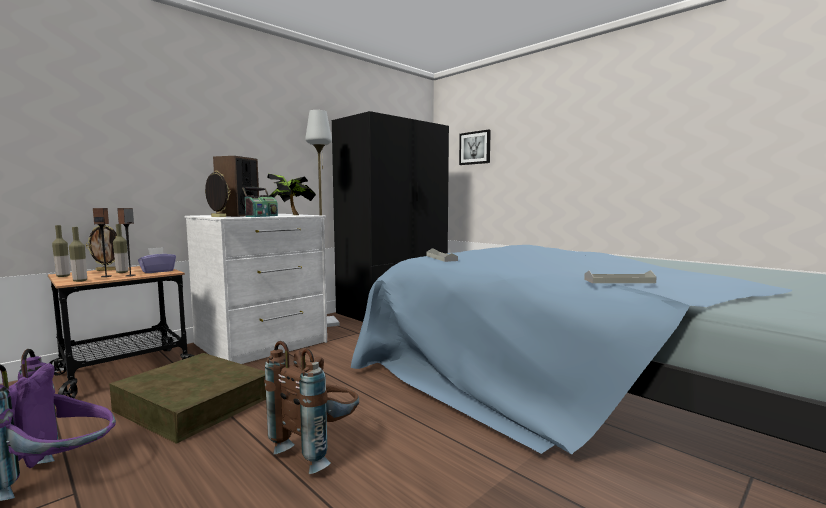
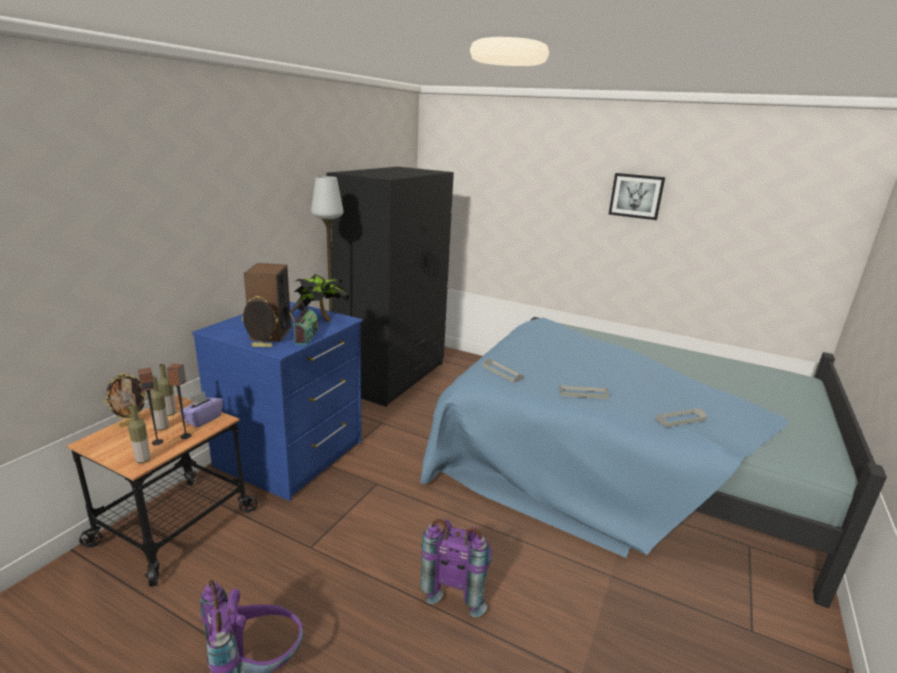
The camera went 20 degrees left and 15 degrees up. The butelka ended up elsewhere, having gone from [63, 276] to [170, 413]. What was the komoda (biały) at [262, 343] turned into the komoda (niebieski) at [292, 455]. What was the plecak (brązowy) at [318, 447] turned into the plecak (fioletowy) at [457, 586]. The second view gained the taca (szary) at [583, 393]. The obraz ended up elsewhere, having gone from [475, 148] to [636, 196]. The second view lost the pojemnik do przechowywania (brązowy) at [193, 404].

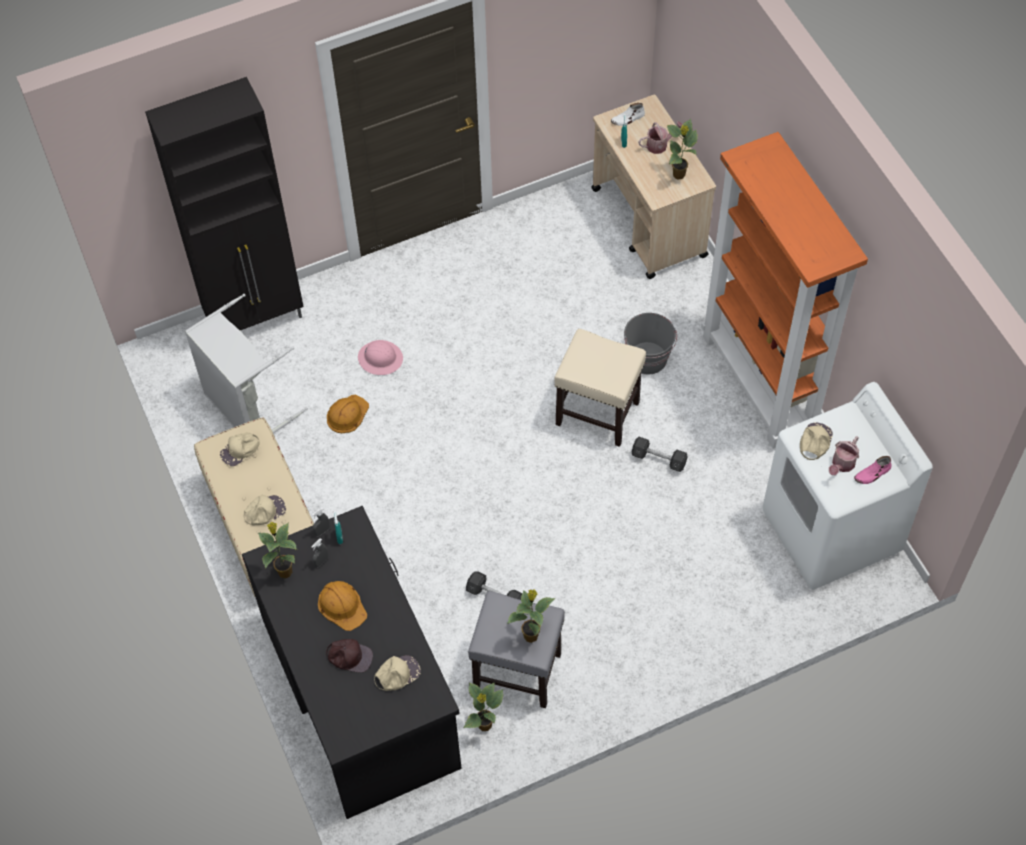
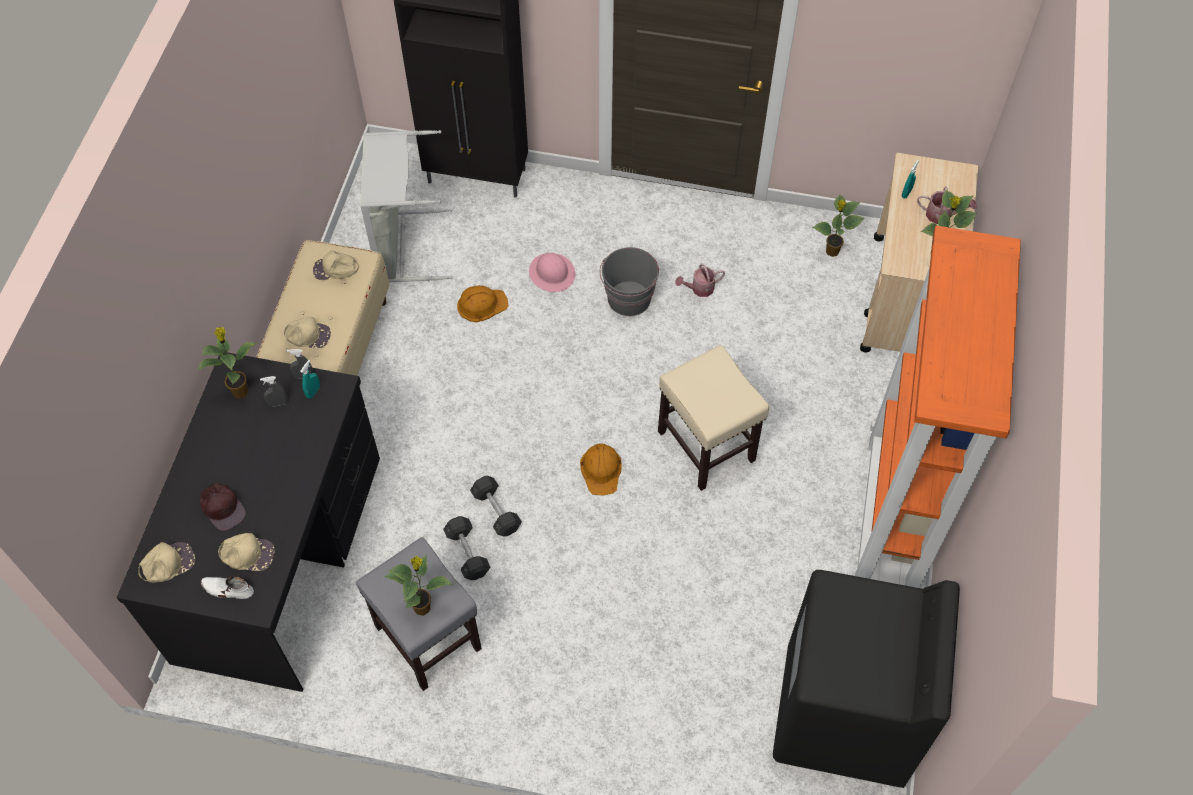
The camera went 35 degrees right and 0 degrees up. The czapka z daszkiem (beżowy) ended up elsewhere, having gone from [815, 442] to [167, 563]. The but (biały) ended up elsewhere, having gone from [628, 119] to [227, 589]. The hantel (szary) ended up elsewhere, having gone from [658, 459] to [496, 511]. The kask (pomarańczowy) ended up elsewhere, having gone from [342, 605] to [601, 470]. The wiadro (szary) ended up elsewhere, having gone from [648, 358] to [629, 299]. The konewka ended up elsewhere, having gone from [842, 464] to [699, 289]. What was the pralka (biały) at [831, 532] turned into the pralka (czarny) at [843, 716]. The roślina doniczkowa ended up elsewhere, having gone from [485, 726] to [831, 252]. The second view lost the but (różowy) at [872, 474].

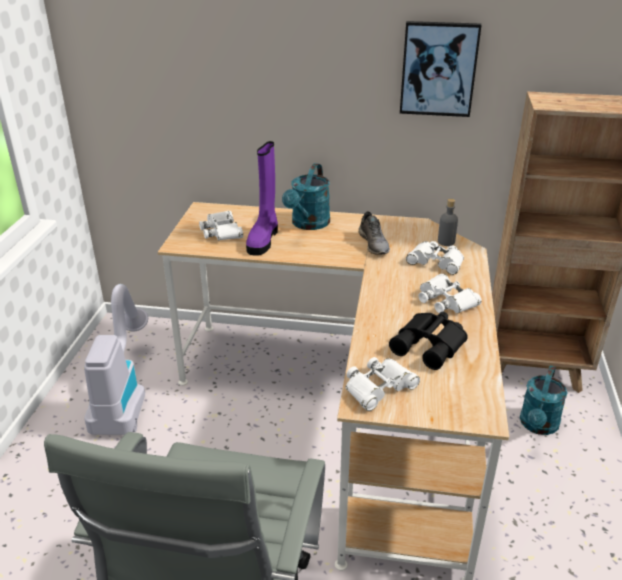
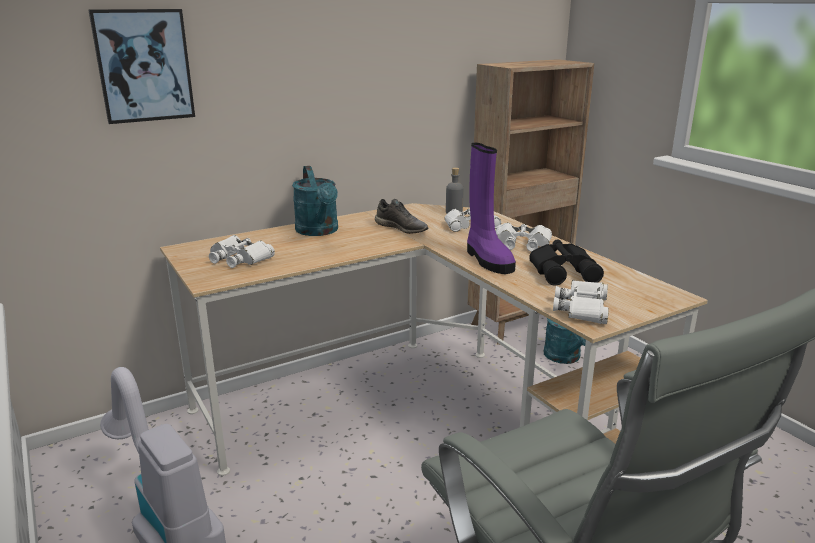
The camera went 40 degrees left and 10 degrees down. The obraz ended up elsewhere, having gone from [438, 69] to [144, 65]. The but z cholewką (fioletowy) ended up elsewhere, having gone from [263, 239] to [487, 260].

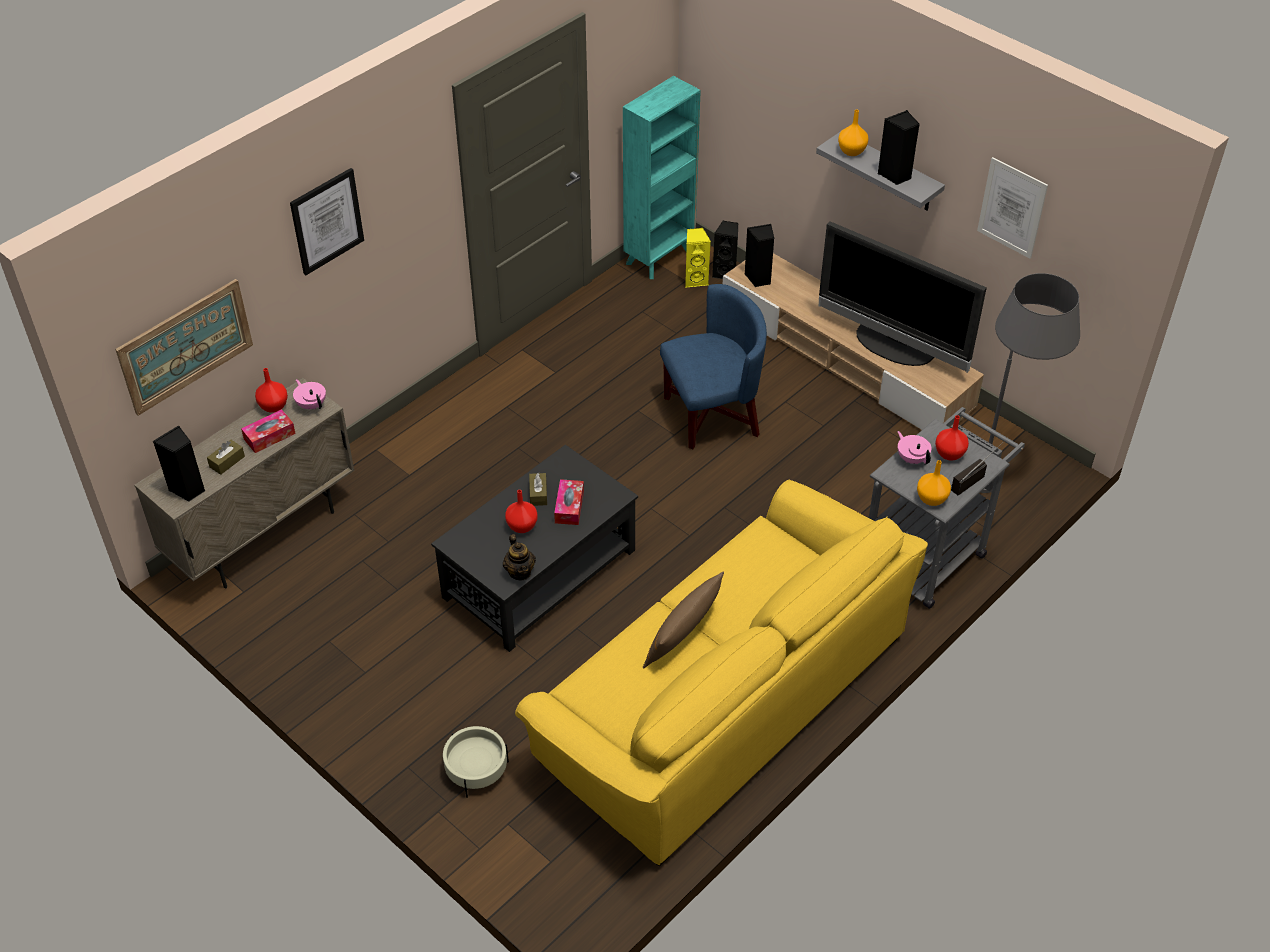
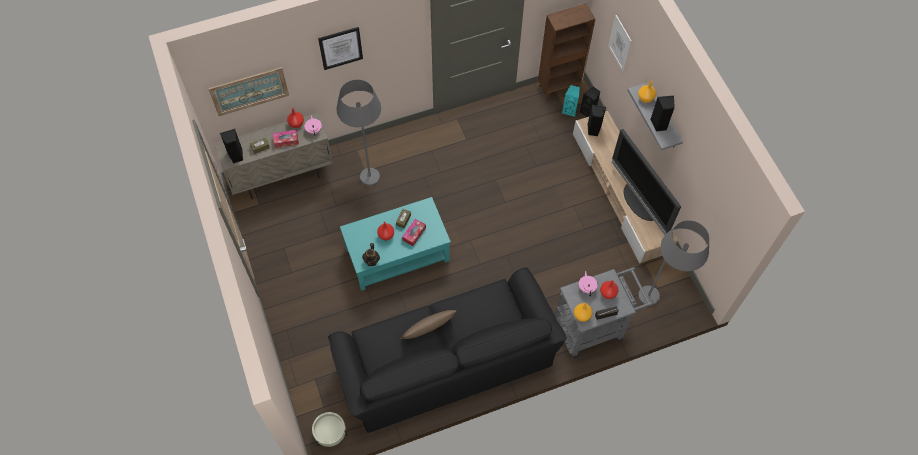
The camera went 25 degrees right and 15 degrees up. The donica (beżowy) ended up elsewhere, having gone from [476, 769] to [330, 432]. What was the kanapa (żółty) at [721, 698] turned into the kanapa (czarny) at [445, 360]. The second view gained the lampa stojąca (szary) at [367, 168]. What was the ława (czarny) at [538, 574] turned into the ława (turkusowy) at [396, 254]. What was the regał (turkusowy) at [660, 257] turned into the regał (brązowy) at [559, 88]. What was the głośnik (żółty) at [695, 280] turned into the głośnik (turkusowy) at [570, 110]. The obraz ended up elsewhere, having gone from [1012, 208] to [620, 43]. The second view lost the fotel (niebieski) at [712, 415].

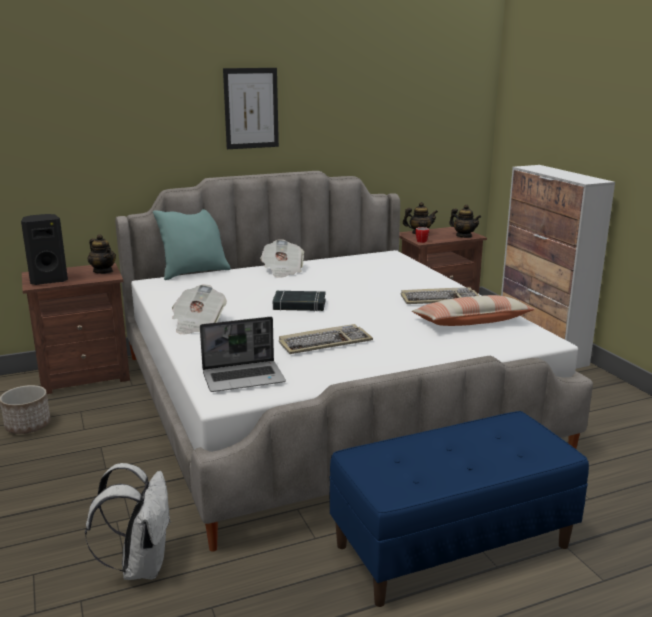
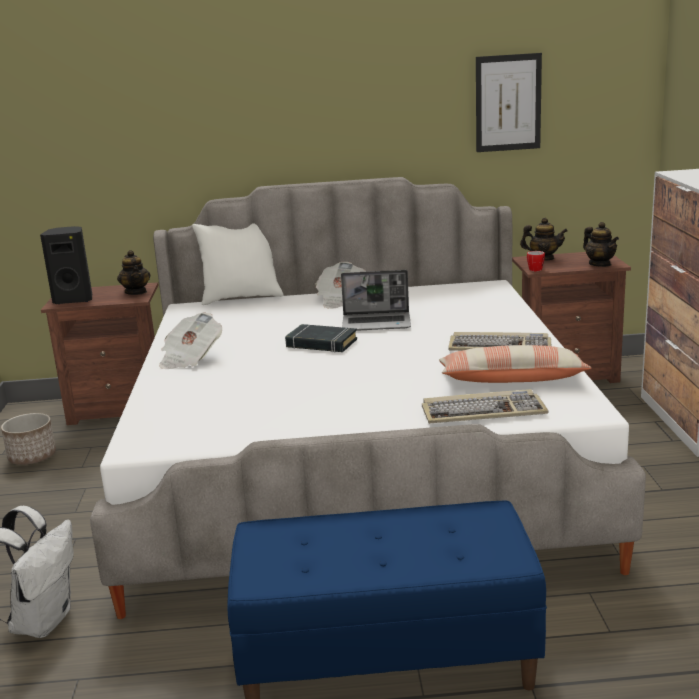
The camera went 20 degrees right and 0 degrees up. What was the poduszka (turkusowy) at [194, 272] turned into the poduszka (biały) at [241, 297]. The laptop ended up elsewhere, having gone from [244, 378] to [377, 323]. The klawiatura ended up elsewhere, having gone from [325, 342] to [483, 411]. The obraz ended up elsewhere, having gone from [251, 108] to [508, 103].

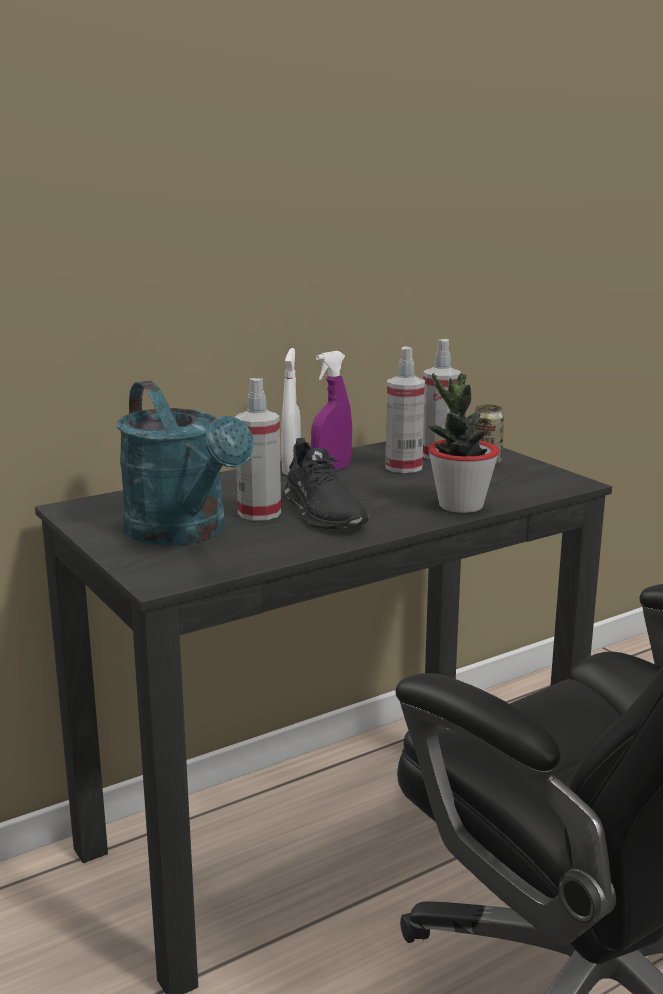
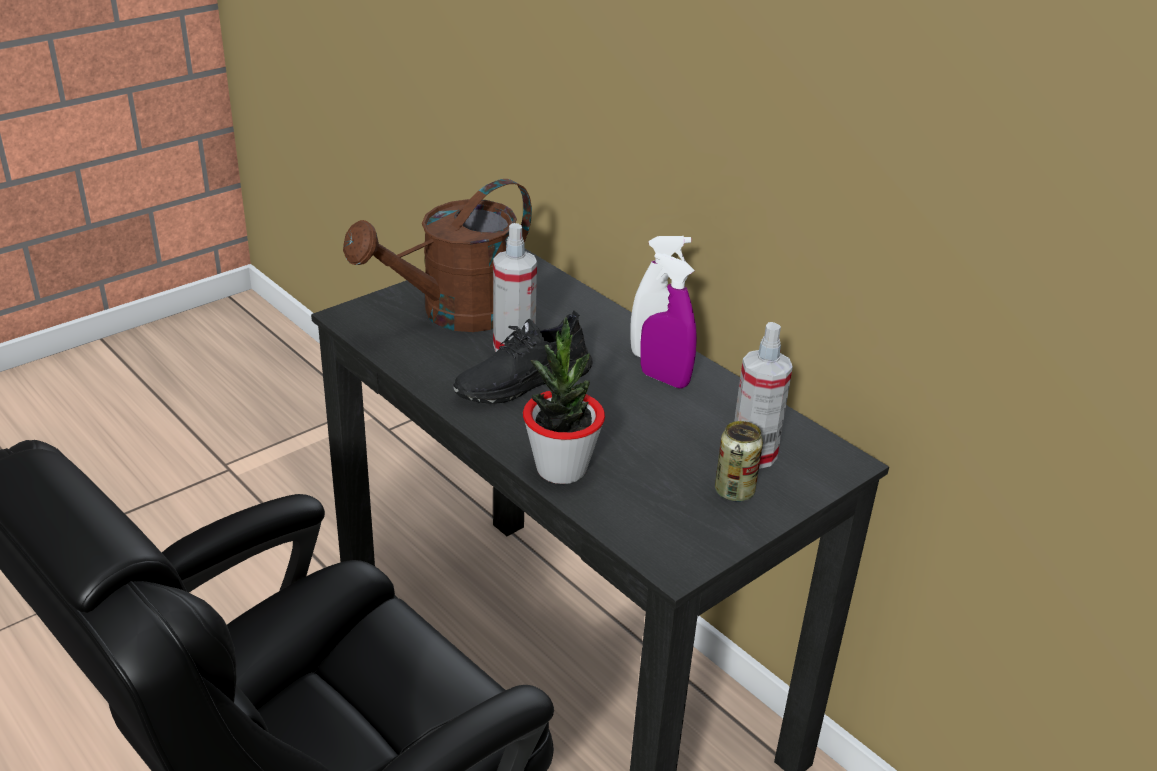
The camera went 80 degrees right and 15 degrees up. What was the konewka (turkusowy) at [184, 533] turned into the konewka (brązowy) at [455, 314]. The second view lost the spryskiwacz at [404, 467].

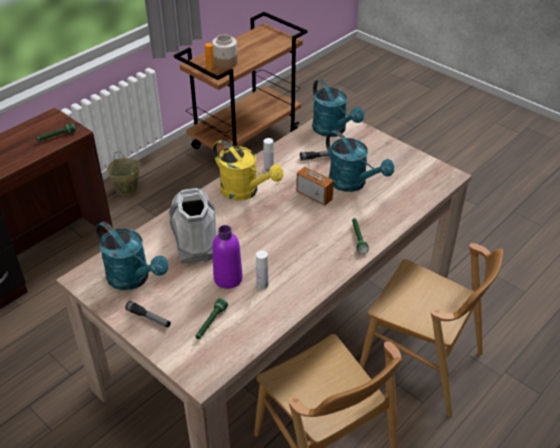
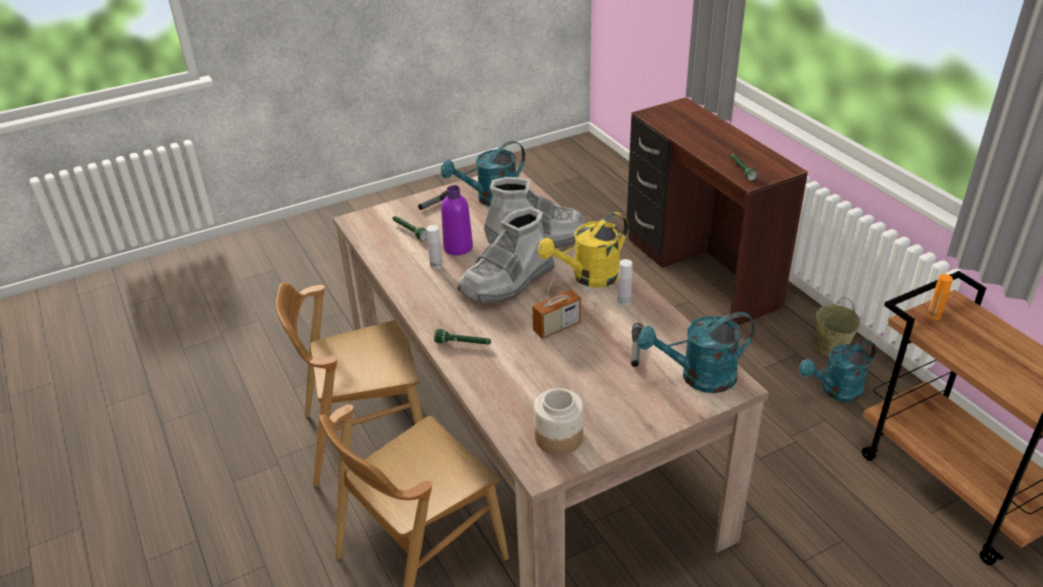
The camera went 110 degrees right and 5 degrees down. The second view gained the but z cholewką (szary) at [507, 282]. The słoik ended up elsewhere, having gone from [225, 62] to [558, 437]. The konewka (turkusowy) ended up elsewhere, having gone from [353, 184] to [835, 391].

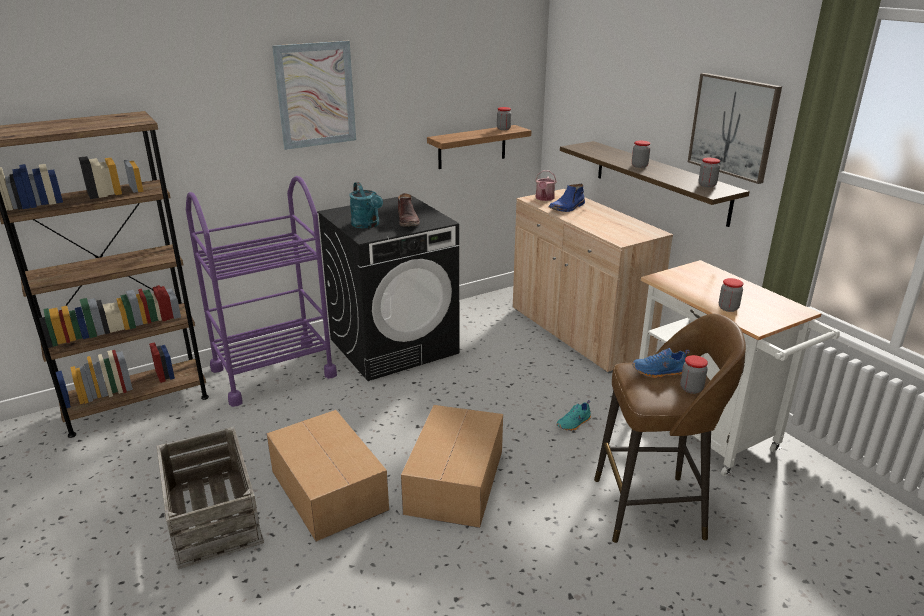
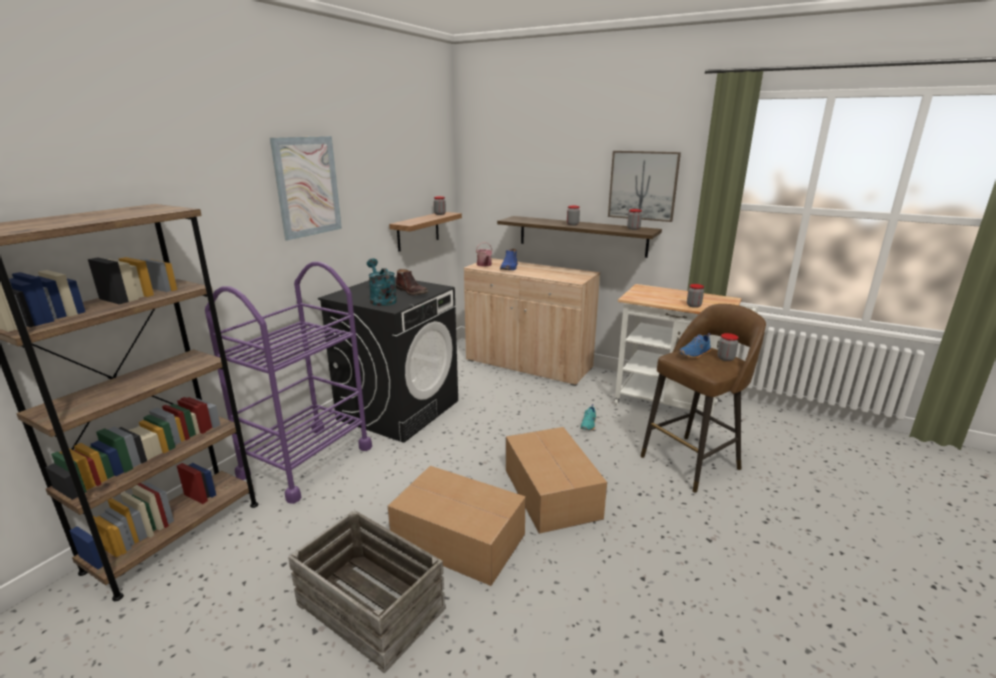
The camera went 30 degrees left and 5 degrees down. The konewka (turkusowy) at [367, 225] ended up facing another way, 150 degrees counterclockwise from before.

